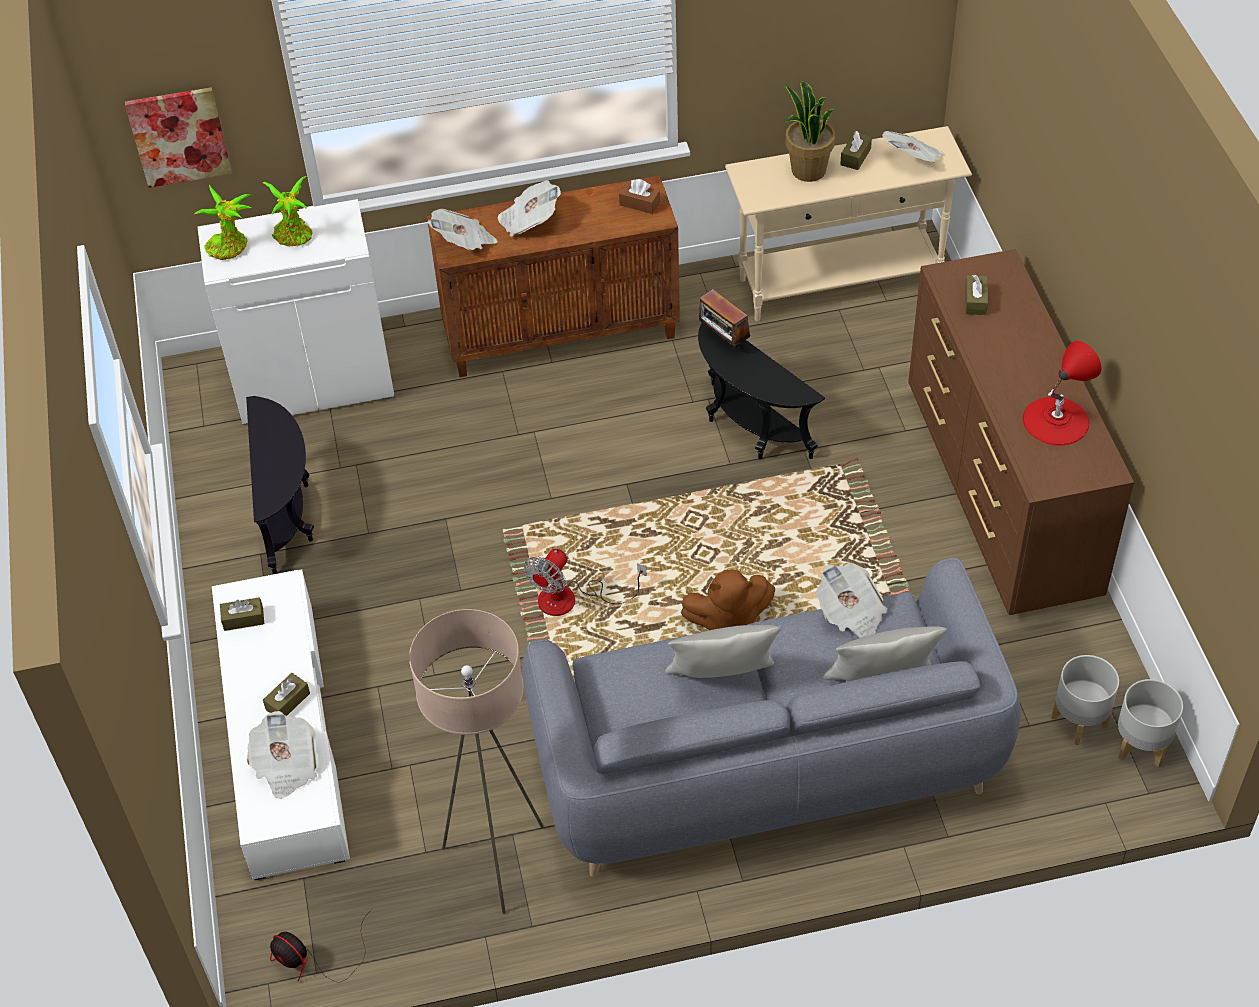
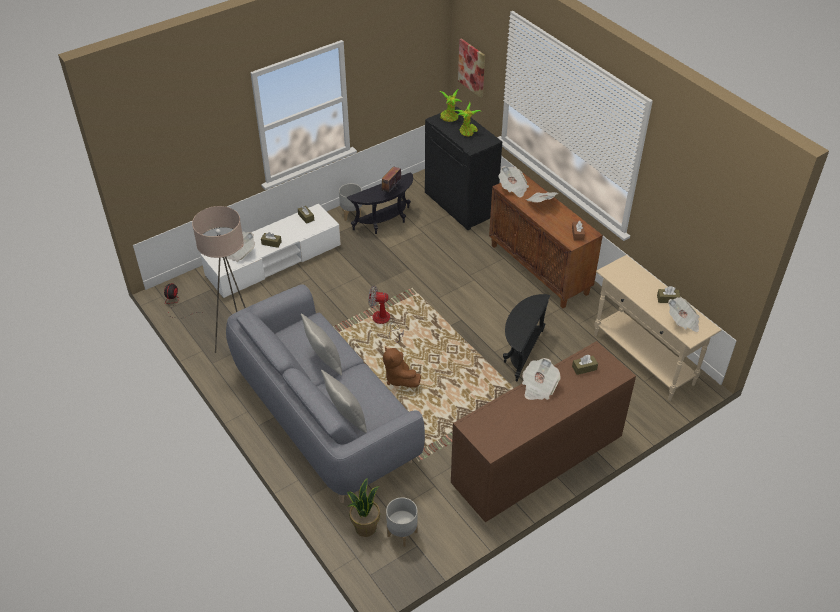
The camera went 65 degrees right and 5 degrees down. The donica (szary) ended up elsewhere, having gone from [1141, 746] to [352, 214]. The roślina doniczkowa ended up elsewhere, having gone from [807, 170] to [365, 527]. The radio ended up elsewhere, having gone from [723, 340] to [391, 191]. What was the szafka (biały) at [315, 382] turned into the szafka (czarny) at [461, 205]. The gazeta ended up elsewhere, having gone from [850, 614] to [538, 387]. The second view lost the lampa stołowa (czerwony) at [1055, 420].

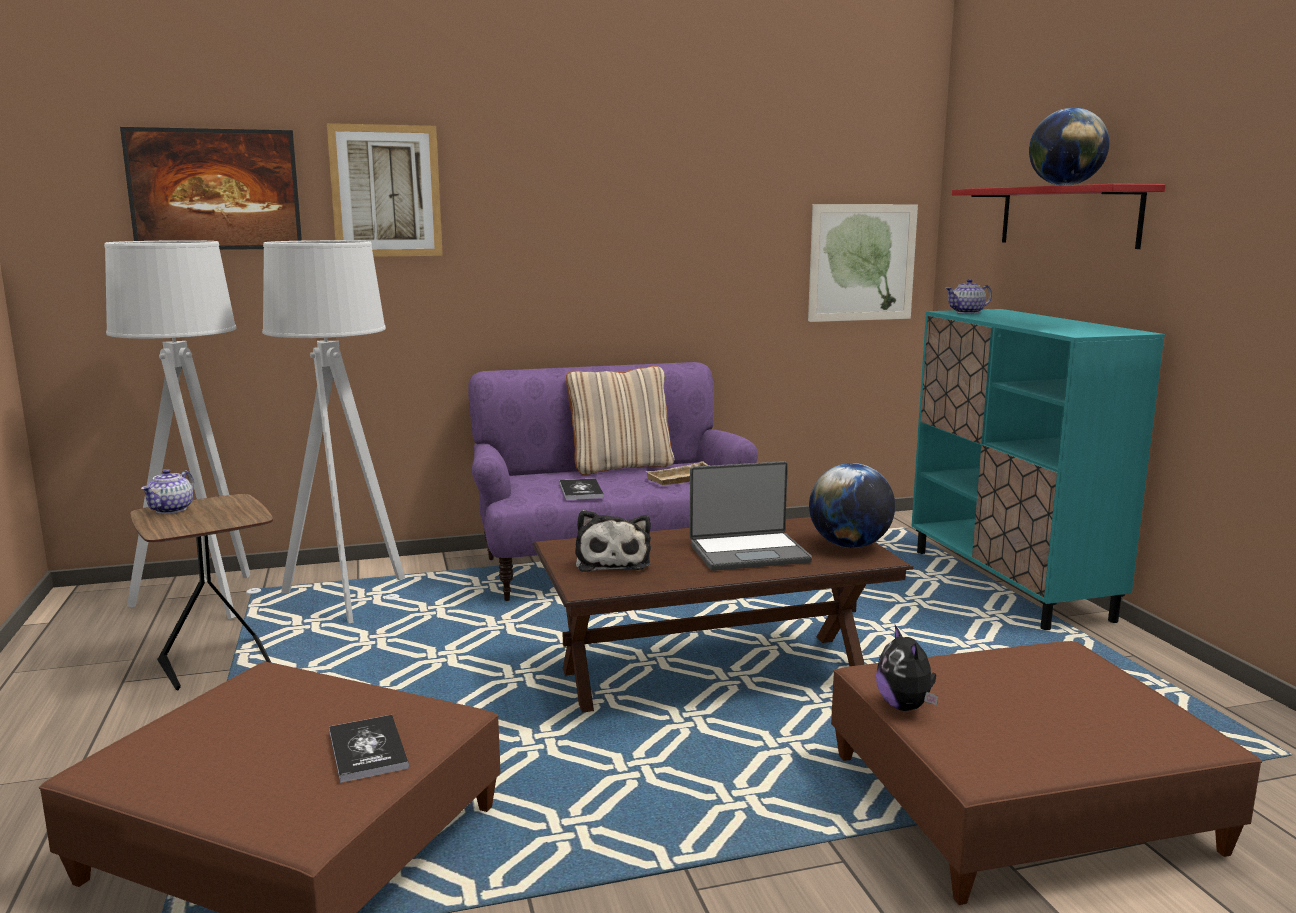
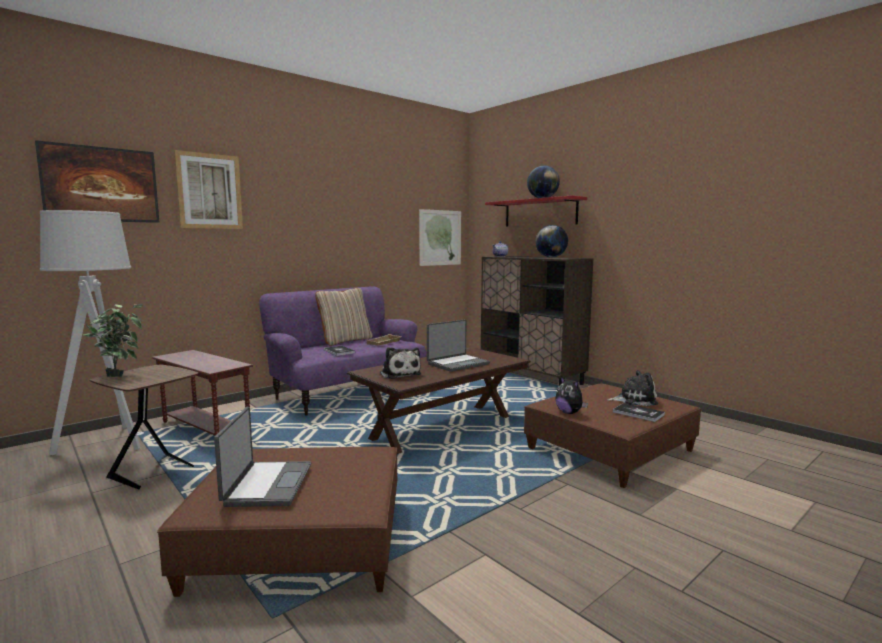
The camera went 25 degrees left and 5 degrees down. Where the imbryk stood at [172, 509], the roślina doniczkowa came to stand at [119, 375]. Where the lampa stojąca (szary) stood at [346, 598], the stolik (brązowy) came to stand at [206, 428]. The second view gained the laptop at [267, 485]. What was the szafka (turkusowy) at [1009, 585] turned into the szafka (brązowy) at [531, 377]. The globus ended up elsewhere, having gone from [849, 545] to [551, 257]. The second view gained the pluszak at [634, 400]. The książka ended up elsewhere, having gone from [368, 750] to [638, 413].

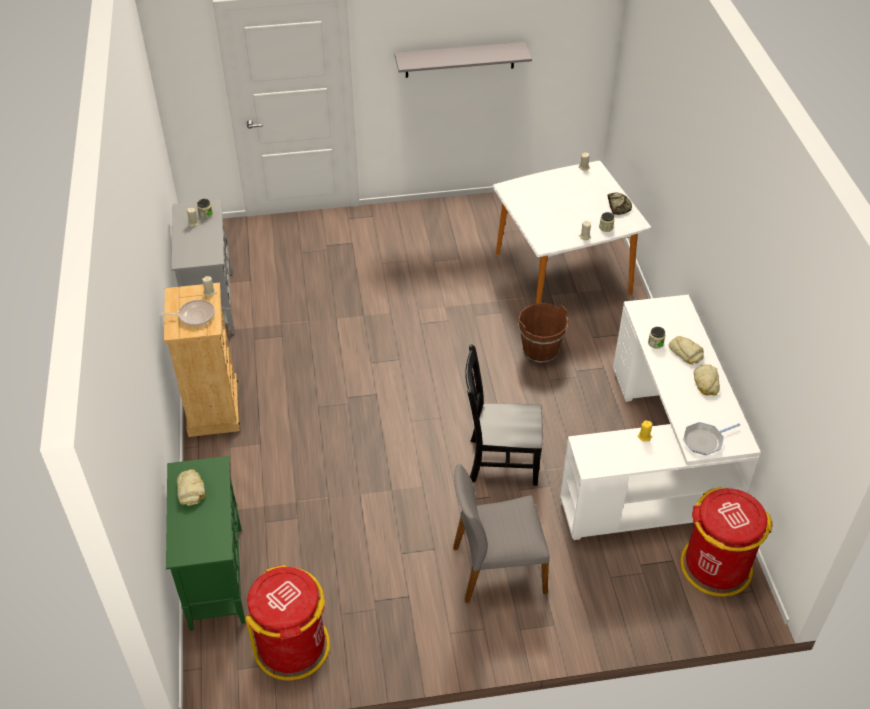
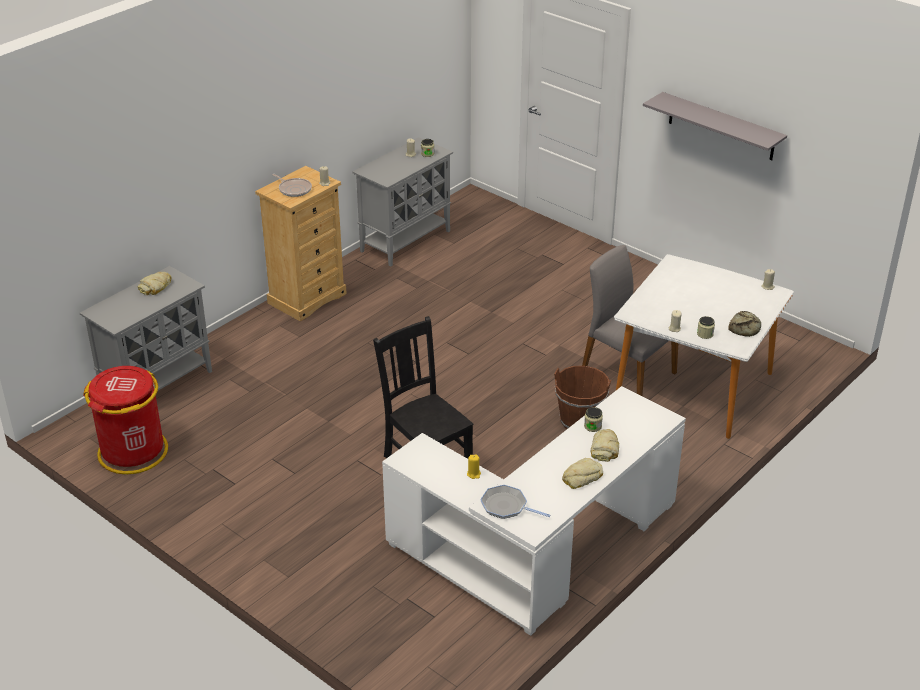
The camera went 50 degrees right and 10 degrees down. What was the szafka (zielony) at [216, 576] turned into the szafka (szary) at [158, 384]. The krzesło (szary) ended up elsewhere, having gone from [497, 568] to [626, 373]. The second view lost the kosz na śmieci (czerwony) at [715, 566].

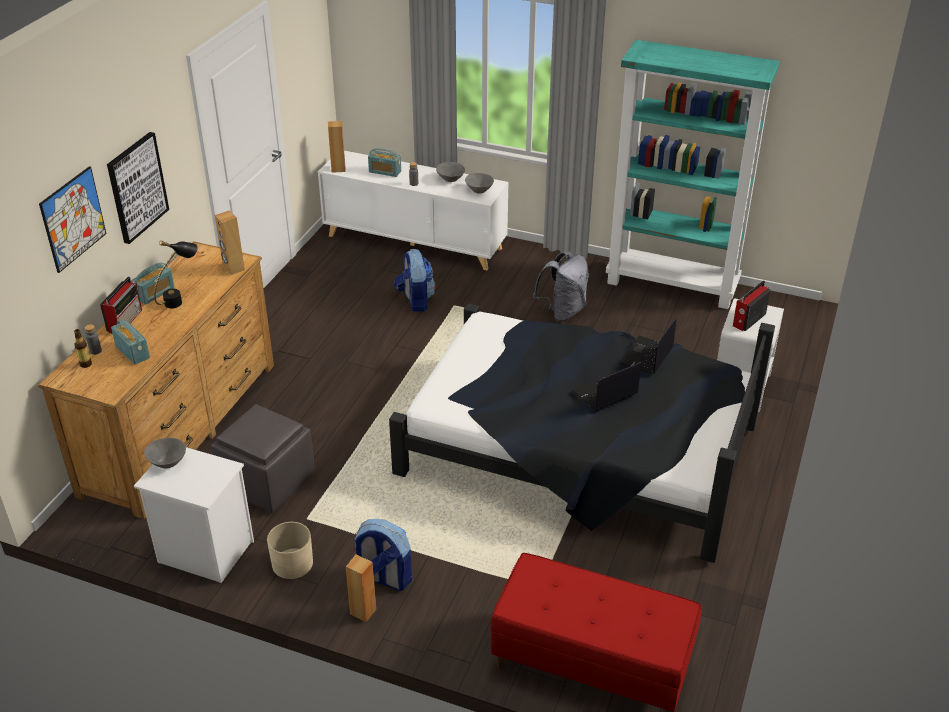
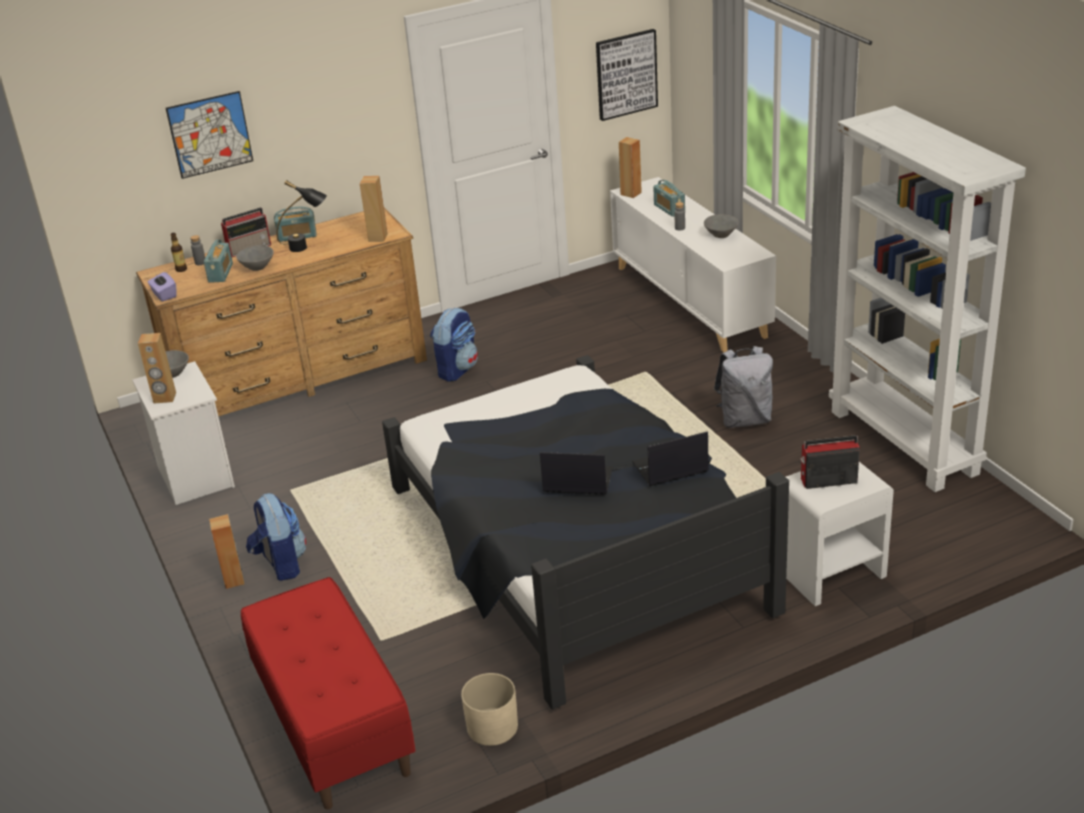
The camera went 45 degrees right and 5 degrees down. The second view gained the głośnik (brązowy) at [164, 398]. The second view gained the pudełko chusteczek (fioletowy) at [164, 295]. The miska (szary) ended up elsewhere, having gone from [479, 190] to [258, 267]. The plecak ended up elsewhere, having gone from [415, 301] to [457, 369]. The donica (beżowy) ended up elsewhere, having gone from [292, 564] to [492, 727]. The obraz ended up elsewhere, having gone from [136, 187] to [626, 74]. What was the regał (turkusowy) at [673, 285] turned into the regał (biały) at [905, 442]. The second view lost the pufa (szary) at [266, 482].

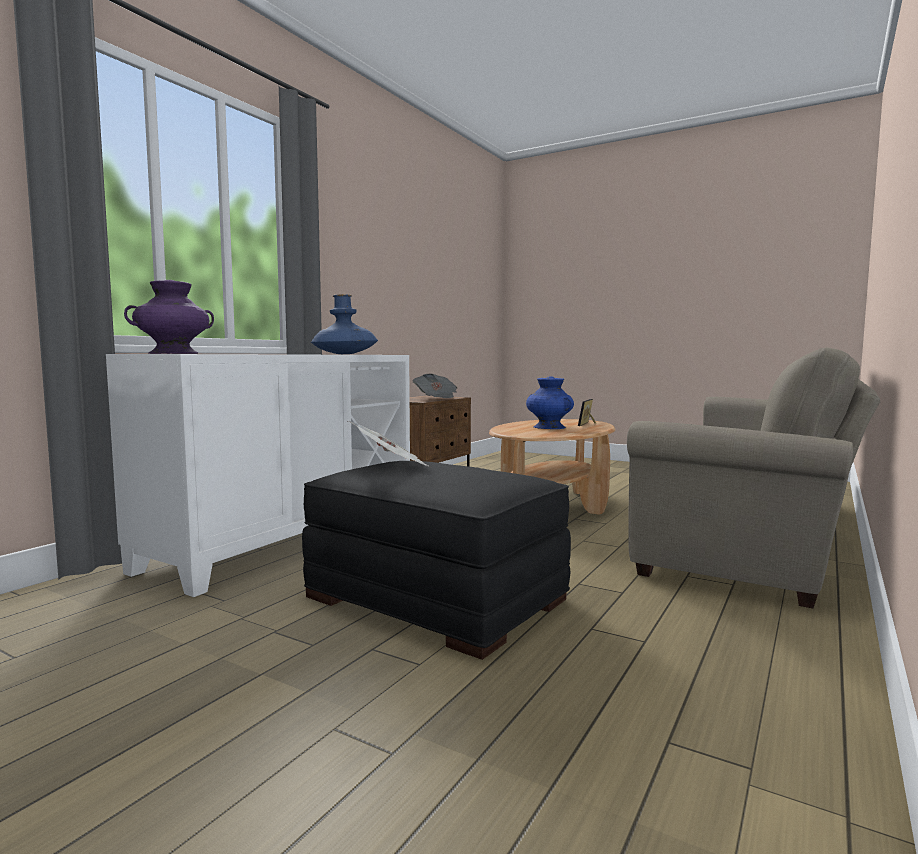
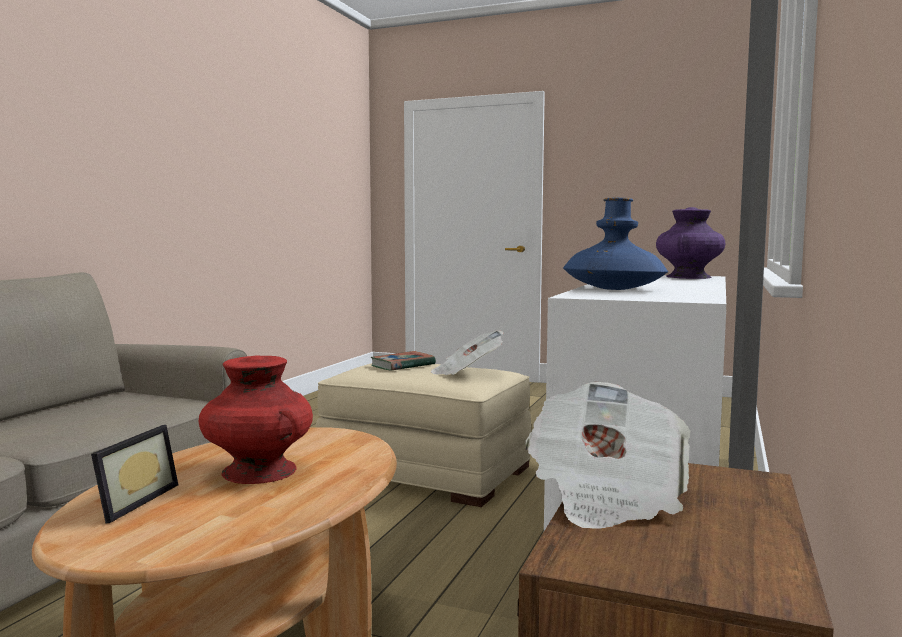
The camera went 170 degrees right and 0 degrees up. What was the wazon (niebieski) at [549, 427] turned into the wazon (czerwony) at [259, 471]. What was the pufa (czarny) at [434, 598] turned into the pufa (beżowy) at [427, 471]. The second view gained the książka at [403, 365].

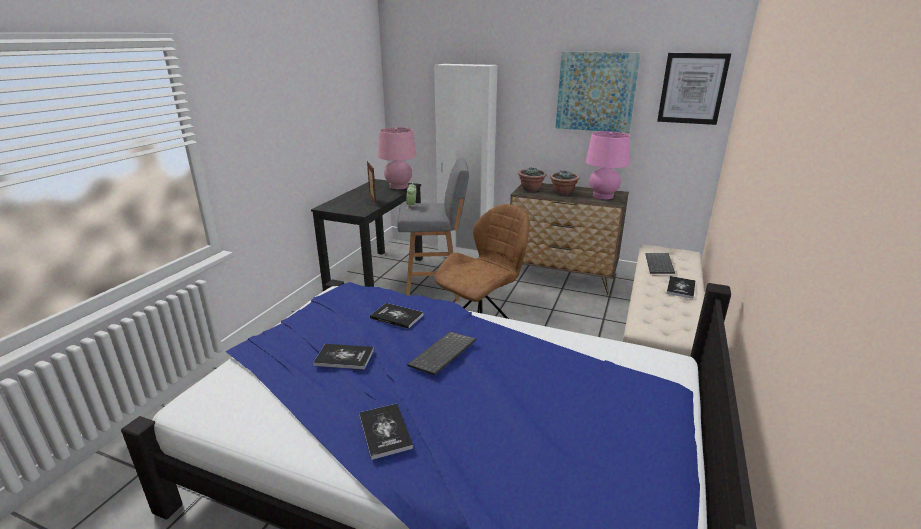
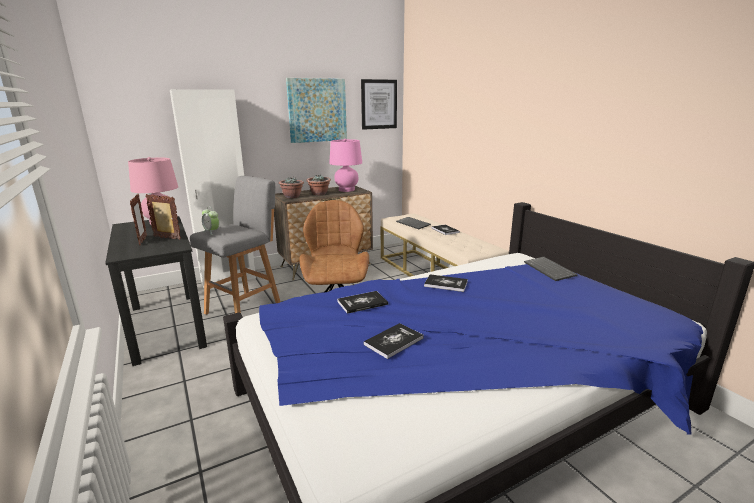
The camera went 50 degrees left and 5 degrees down. The second view gained the ramka na zdjęcie at [143, 240]. The książka ended up elsewhere, having gone from [385, 431] to [446, 284]. The klawiatura ended up elsewhere, having gone from [443, 355] to [550, 270].

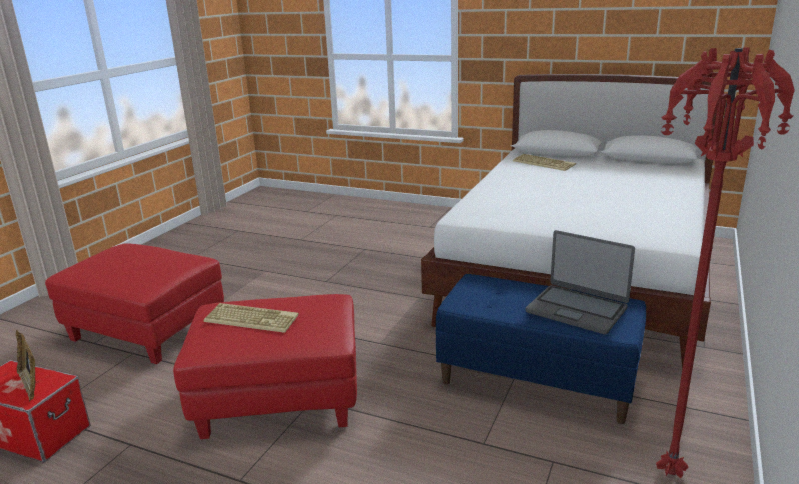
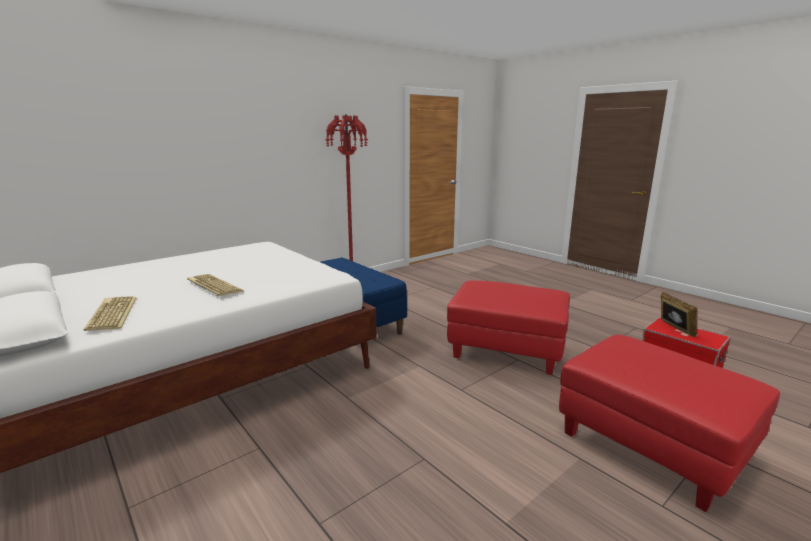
The camera went 155 degrees left and 5 degrees down. The klawiatura ended up elsewhere, having gone from [253, 318] to [213, 286]. The second view lost the laptop at [577, 309].

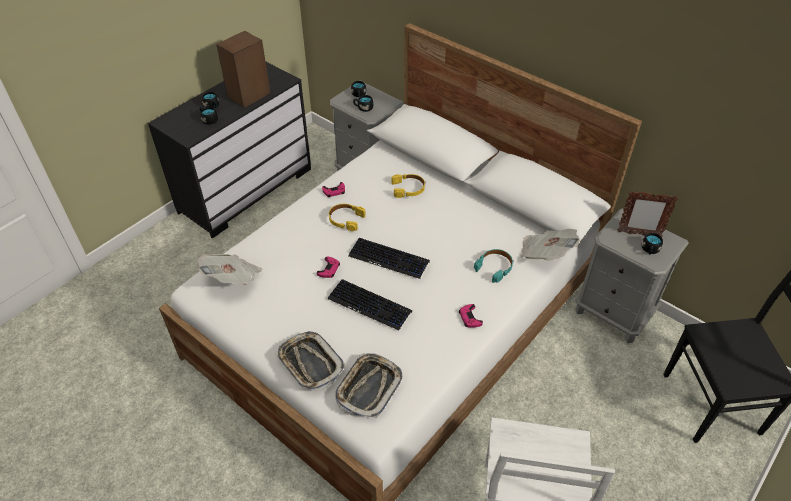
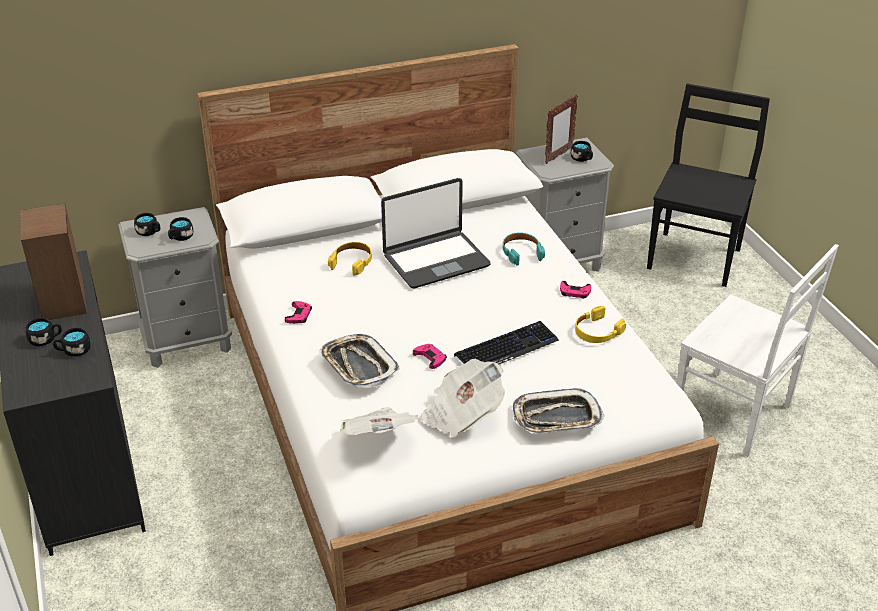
The camera went 60 degrees left and 10 degrees down. The taca ended up elsewhere, having gone from [368, 388] to [358, 366]. The second view gained the laptop at [435, 260]. The gazeta ended up elsewhere, having gone from [545, 253] to [462, 413]. The słuchawki (żółty) ended up elsewhere, having gone from [346, 219] to [597, 332]. The second view lost the klawiatura at [389, 259].

